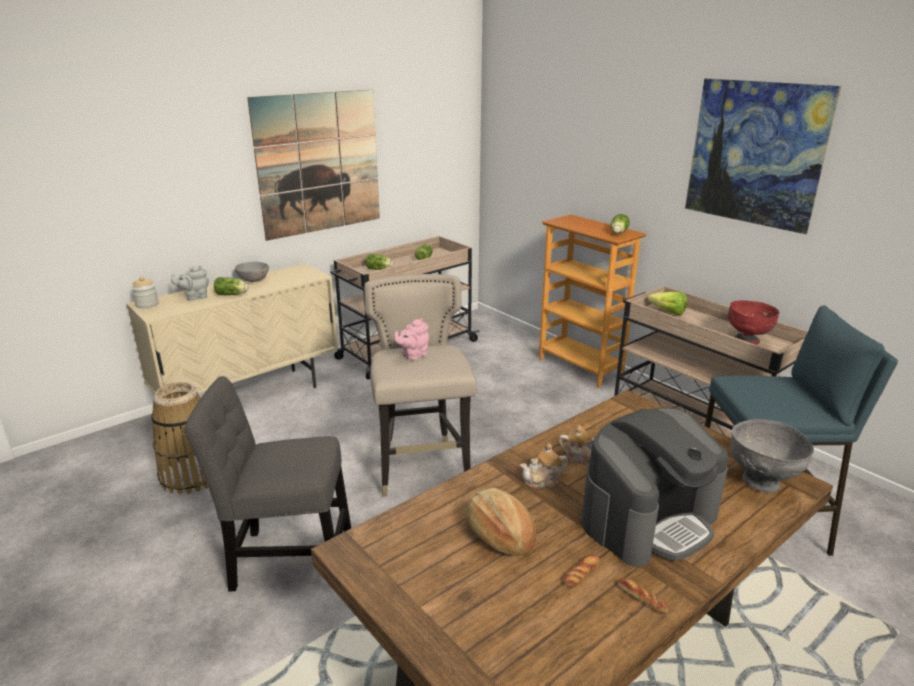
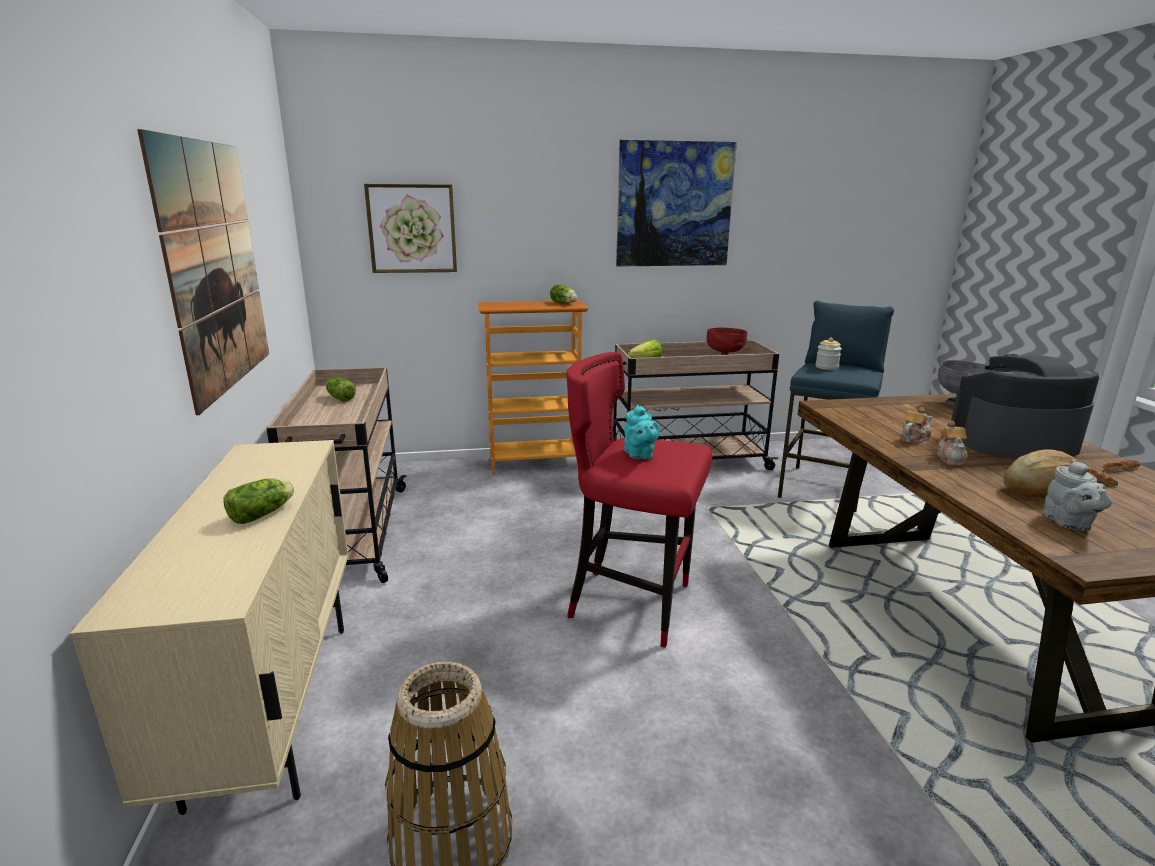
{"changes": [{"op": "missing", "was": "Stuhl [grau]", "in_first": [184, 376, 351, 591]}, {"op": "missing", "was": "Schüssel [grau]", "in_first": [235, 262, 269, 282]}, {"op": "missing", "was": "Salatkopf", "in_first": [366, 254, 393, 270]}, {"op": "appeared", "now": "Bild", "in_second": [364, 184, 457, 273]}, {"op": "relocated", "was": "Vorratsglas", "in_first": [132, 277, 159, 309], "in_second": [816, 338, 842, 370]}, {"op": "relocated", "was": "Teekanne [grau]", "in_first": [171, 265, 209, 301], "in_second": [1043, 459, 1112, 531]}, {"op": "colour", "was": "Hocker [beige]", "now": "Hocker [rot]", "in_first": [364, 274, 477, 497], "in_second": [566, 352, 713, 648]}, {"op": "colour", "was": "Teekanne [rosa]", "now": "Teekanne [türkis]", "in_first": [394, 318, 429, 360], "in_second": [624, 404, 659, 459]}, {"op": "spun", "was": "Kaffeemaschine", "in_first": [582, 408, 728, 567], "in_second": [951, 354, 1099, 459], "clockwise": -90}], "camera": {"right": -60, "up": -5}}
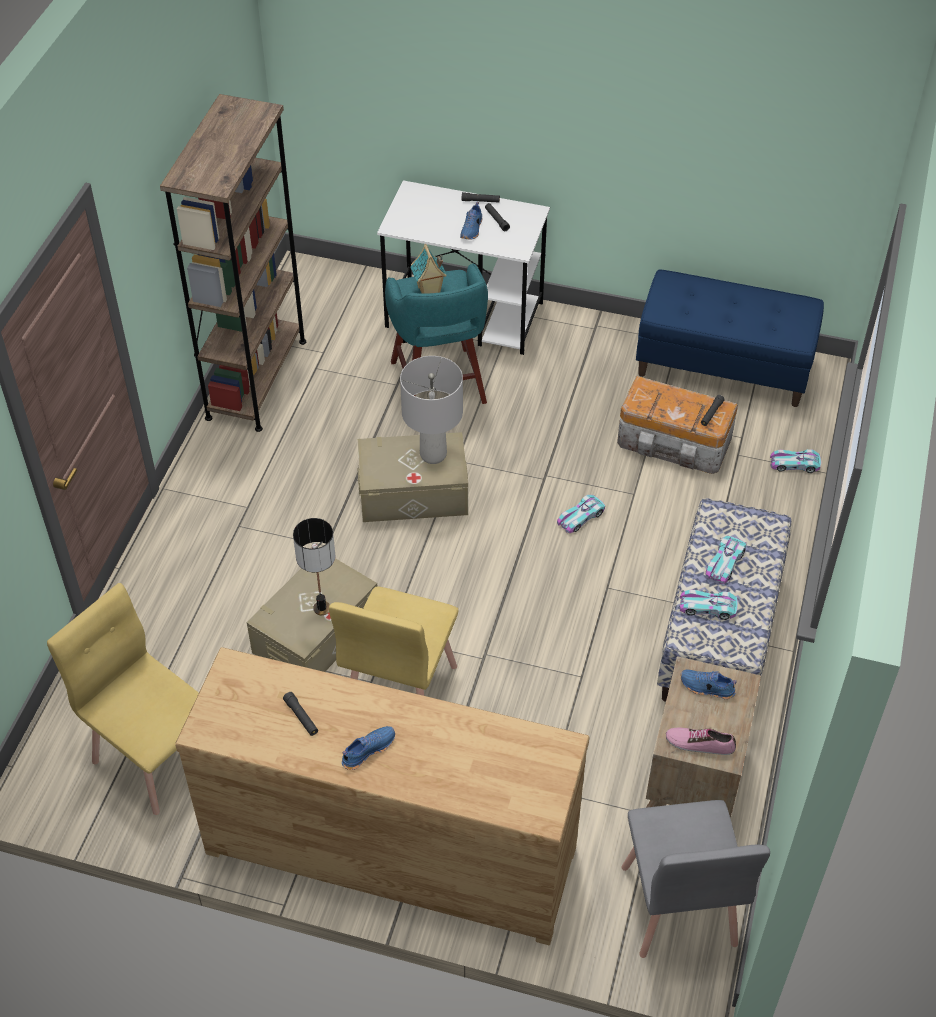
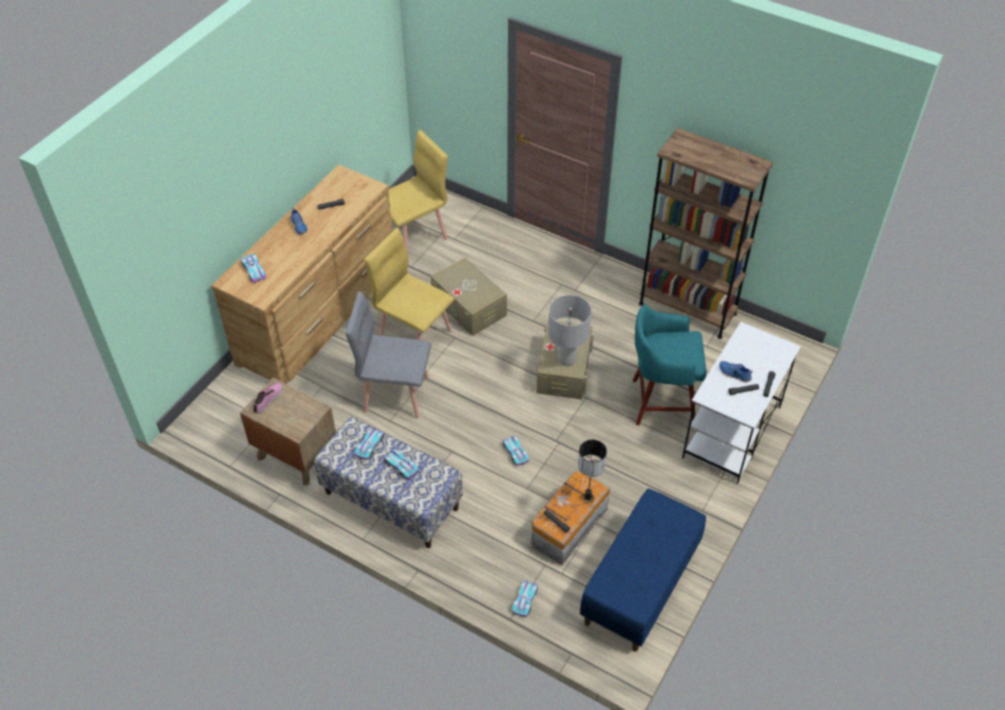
{"changes": [{"op": "missing", "was": "Spielzeughaus", "in_first": [410, 244, 447, 294]}, {"op": "missing", "was": "Schuh [blau]", "in_first": [681, 669, 737, 699]}, {"op": "appeared", "now": "Spielzeugauto", "in_second": [241, 254, 266, 283]}, {"op": "relocated", "was": "Tischlampe", "in_first": [293, 518, 335, 615], "in_second": [578, 440, 607, 503]}, {"op": "relocated", "was": "Stuhl [grau]", "in_first": [621, 800, 770, 958], "in_second": [346, 291, 431, 419]}], "camera": {"right": 105, "up": 0}}
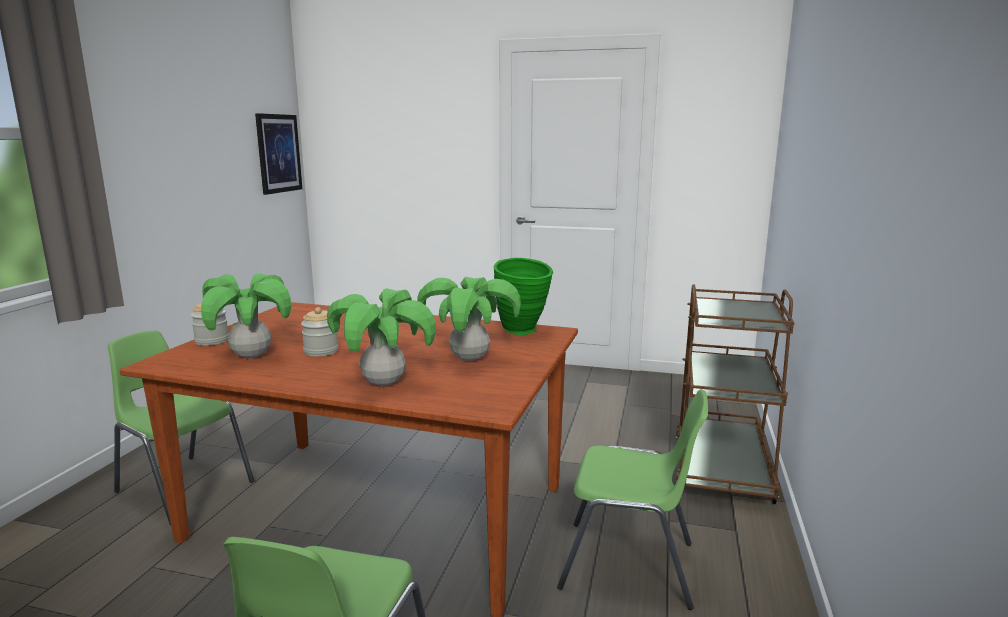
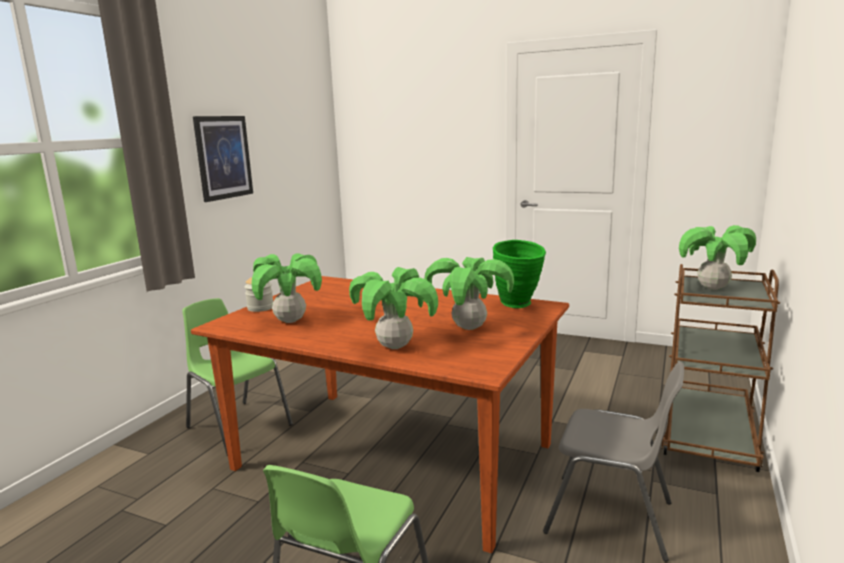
{"changes": [{"op": "missing", "was": "Vorratsglas", "in_first": [301, 307, 338, 357]}, {"op": "appeared", "now": "Topfpflanze", "in_second": [679, 225, 756, 290]}, {"op": "relocated", "was": "Bild", "in_first": [255, 113, 302, 195], "in_second": [193, 116, 253, 202]}, {"op": "colour", "was": "Stuhl [grün]", "now": "Stuhl [grau]", "in_first": [557, 389, 708, 610], "in_second": [543, 361, 684, 562]}], "camera": {"right": 10, "up": 0}}
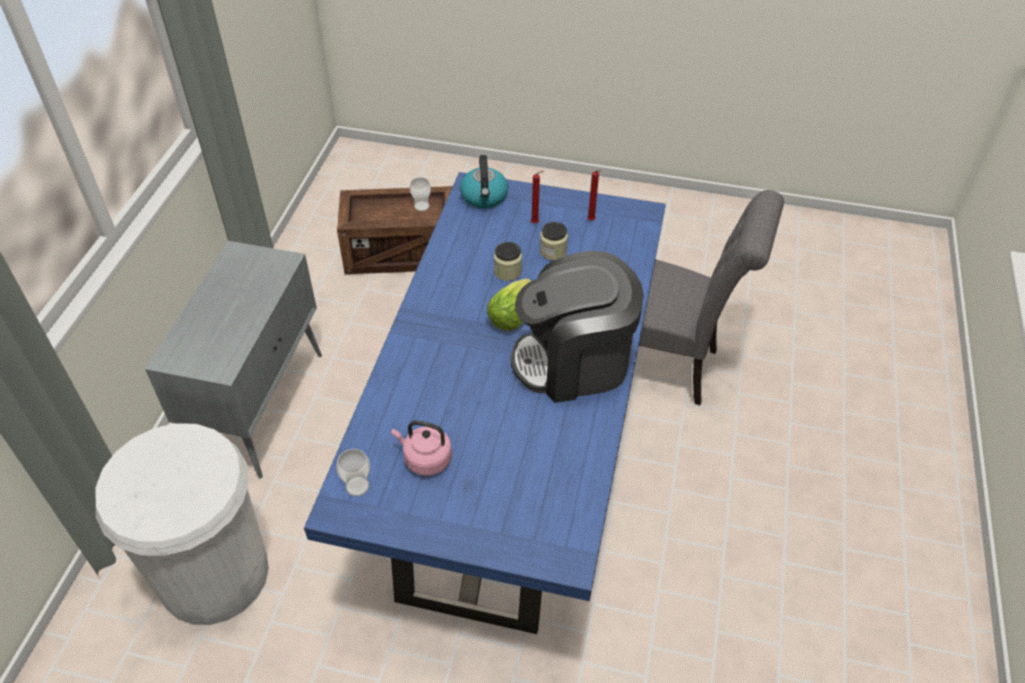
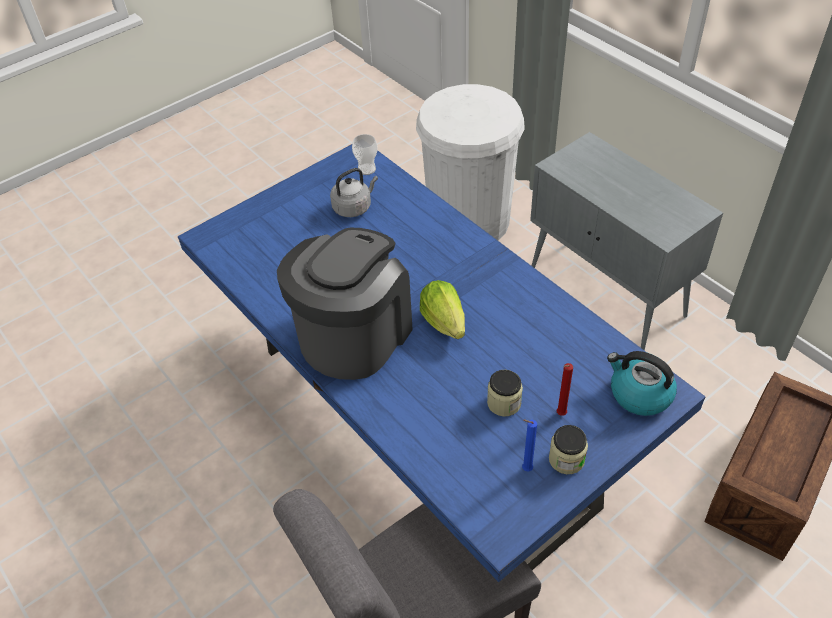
{"changes": [{"op": "missing", "was": "Tasse", "in_first": [410, 177, 431, 211]}, {"op": "relocated", "was": "Vorratsglas", "in_first": [494, 242, 522, 281], "in_second": [549, 425, 588, 474]}, {"op": "colour", "was": "Wasserkessel [rosa]", "now": "Wasserkessel [grau]", "in_first": [392, 421, 452, 476], "in_second": [330, 168, 378, 217]}, {"op": "colour", "was": "Kerze [rot]", "now": "Kerze [blau]", "in_first": [587, 170, 602, 220], "in_second": [522, 420, 537, 471]}], "camera": {"right": 130, "up": 0}}
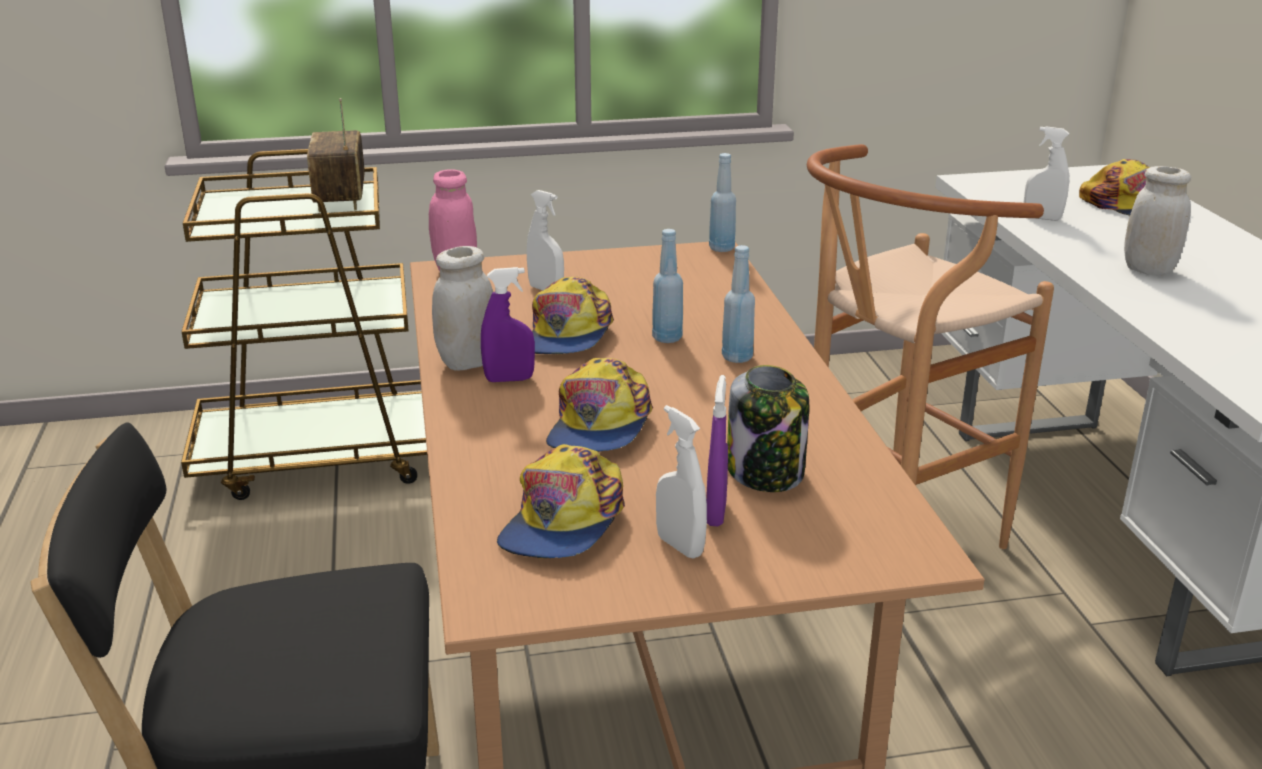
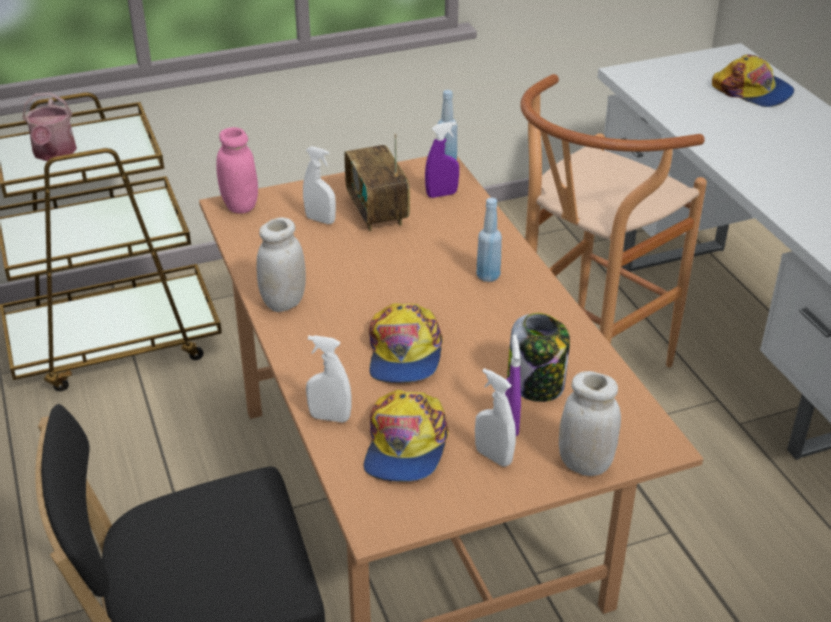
{"changes": [{"op": "missing", "was": "Kappe", "in_first": [532, 277, 614, 354]}, {"op": "missing", "was": "Flasche [blau]", "in_first": [652, 229, 683, 343]}, {"op": "appeared", "now": "Gießkanne", "in_second": [23, 92, 77, 161]}, {"op": "relocated", "was": "Radio", "in_first": [307, 98, 365, 212], "in_second": [344, 134, 410, 231]}, {"op": "relocated", "was": "Sprühflasche [lila]", "in_first": [481, 267, 535, 382], "in_second": [425, 122, 459, 198]}, {"op": "relocated", "was": "Sprühflasche [weiß]", "in_first": [1024, 126, 1069, 221], "in_second": [306, 335, 351, 422]}, {"op": "relocated", "was": "Vorratsglas [weiß]", "in_first": [1124, 166, 1191, 276], "in_second": [559, 371, 621, 476]}], "camera": {"right": -10, "up": 10}}
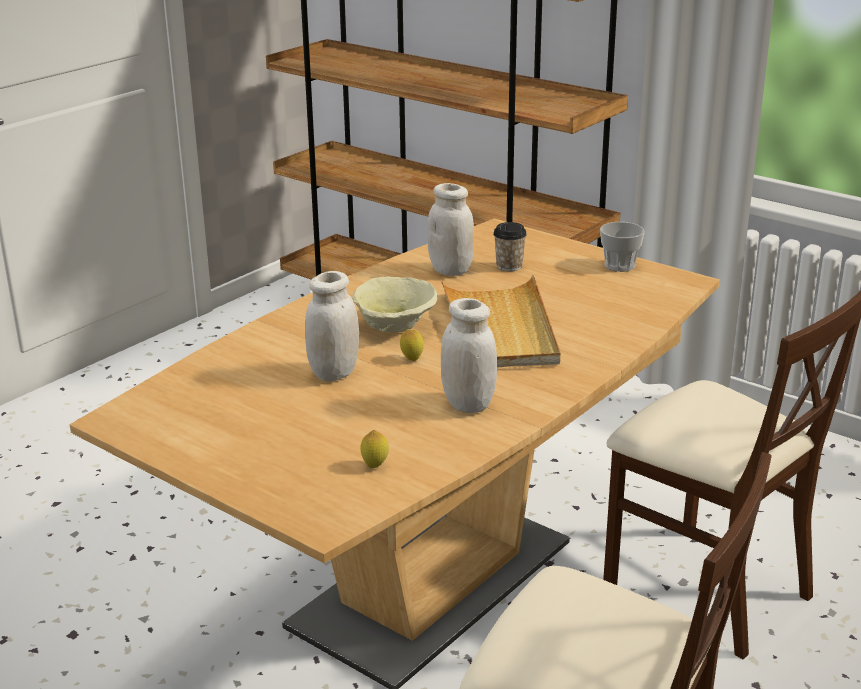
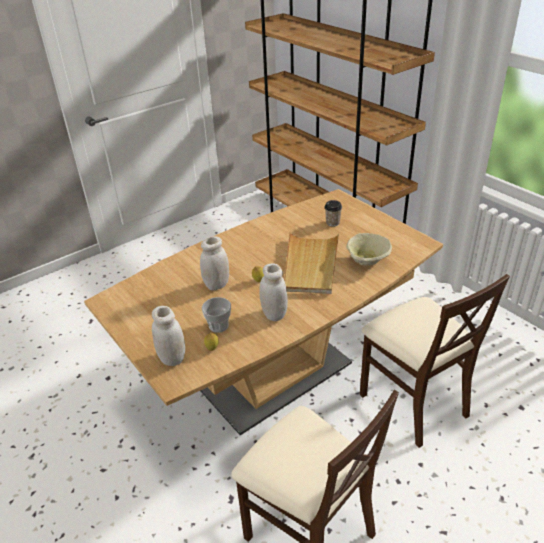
{"changes": [{"op": "relocated", "was": "Schüssel [beige]", "in_first": [352, 277, 438, 332], "in_second": [346, 233, 392, 266]}, {"op": "relocated", "was": "Vorratsglas [weiß]", "in_first": [427, 183, 474, 276], "in_second": [152, 306, 185, 366]}, {"op": "relocated", "was": "Tasse", "in_first": [600, 222, 645, 272], "in_second": [202, 297, 231, 333]}], "camera": {"right": 15, "up": 10}}
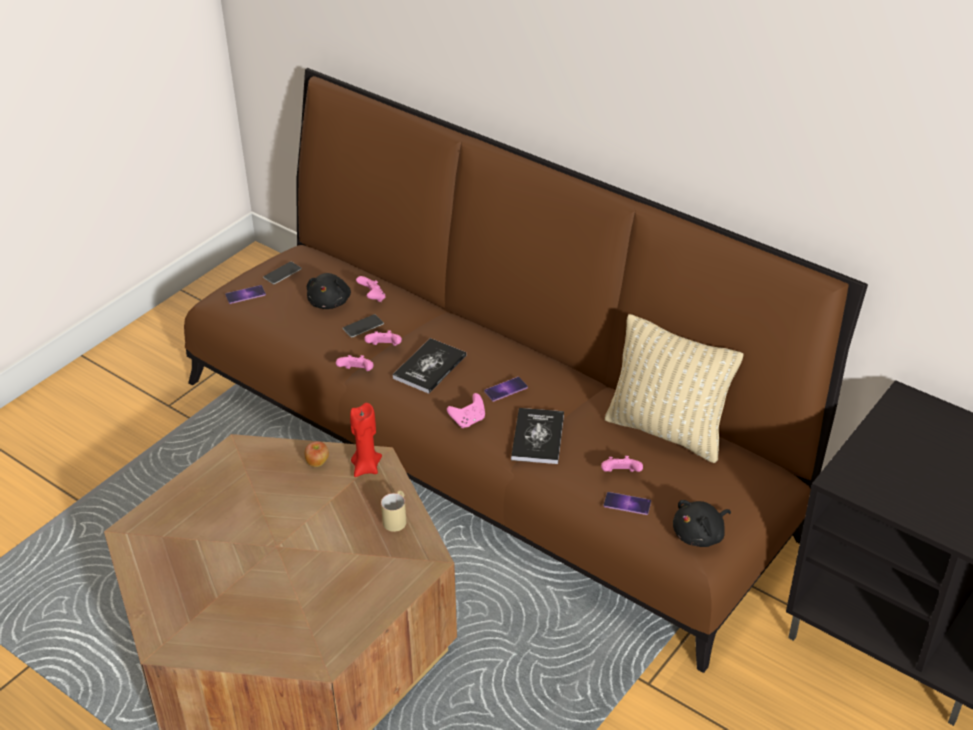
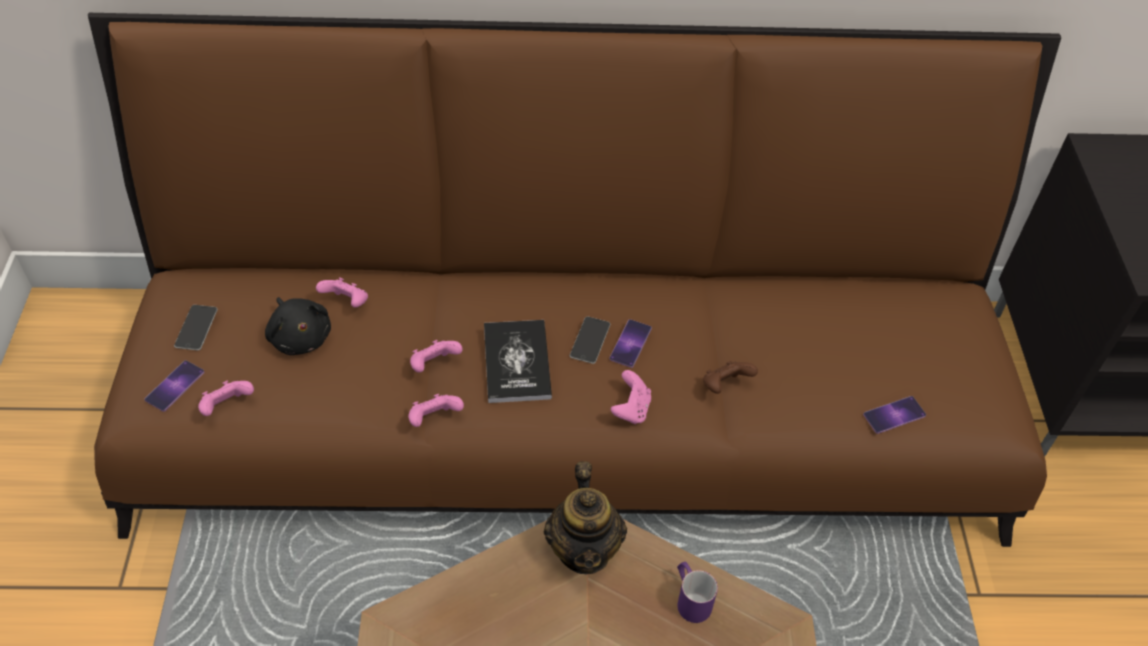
{"changes": [{"op": "missing", "was": "Apfel", "in_first": [305, 441, 329, 467]}, {"op": "missing", "was": "Kissen [beige]", "in_first": [605, 314, 743, 463]}, {"op": "missing", "was": "Plüschtier [schwarz]", "in_first": [673, 500, 731, 547]}, {"op": "relocated", "was": "Handy", "in_first": [343, 314, 384, 337], "in_second": [570, 316, 610, 364]}, {"op": "relocated", "was": "Gamepad [rosa]", "in_first": [601, 456, 643, 472], "in_second": [198, 381, 254, 416]}, {"op": "exchanged", "was": "Kerze [rot]", "now": "Teekanne", "in_first": [350, 403, 382, 477], "in_second": [544, 461, 627, 575]}, {"op": "exchanged", "was": "Buch", "now": "Gamepad [braun]", "in_first": [511, 408, 564, 464], "in_second": [703, 361, 758, 394]}, {"op": "colour", "was": "Henkelbecher [beige]", "now": "Henkelbecher [lila]", "in_first": [381, 490, 406, 532], "in_second": [677, 562, 718, 623]}], "camera": {"right": -40, "up": 10}}
